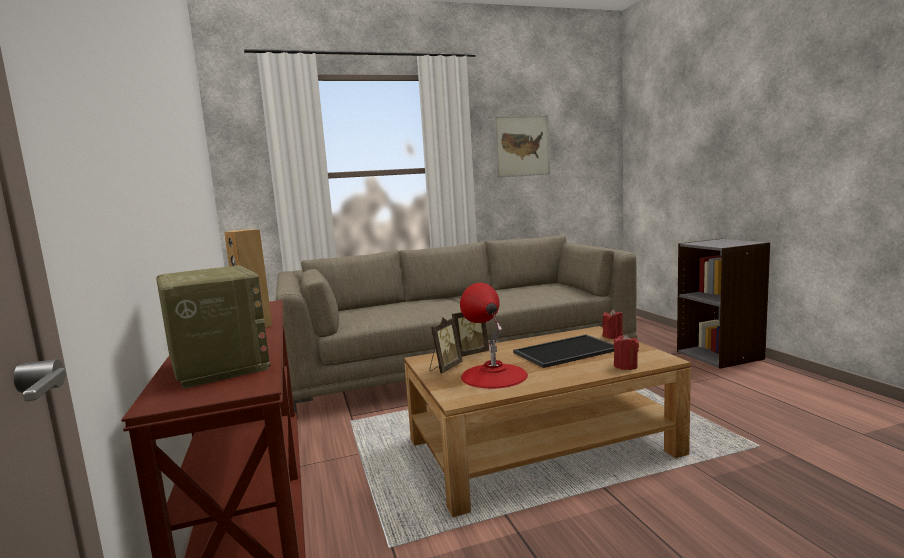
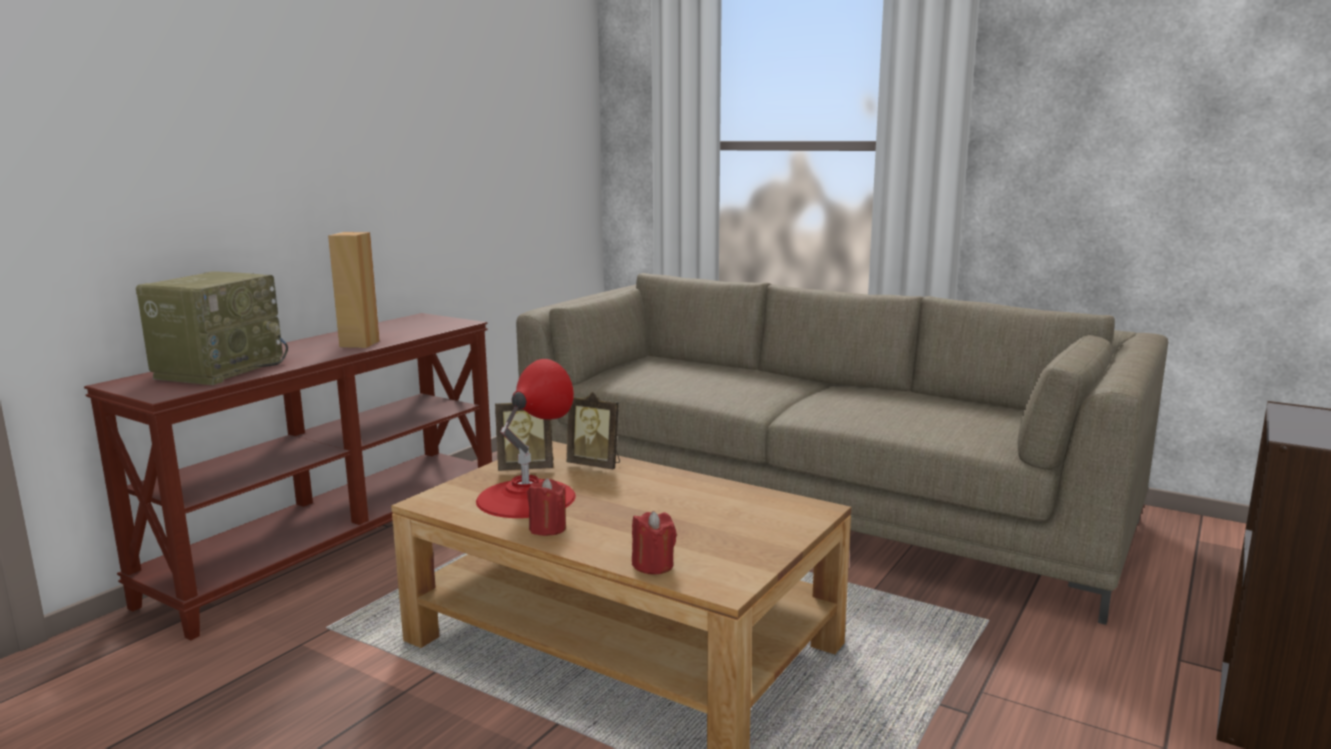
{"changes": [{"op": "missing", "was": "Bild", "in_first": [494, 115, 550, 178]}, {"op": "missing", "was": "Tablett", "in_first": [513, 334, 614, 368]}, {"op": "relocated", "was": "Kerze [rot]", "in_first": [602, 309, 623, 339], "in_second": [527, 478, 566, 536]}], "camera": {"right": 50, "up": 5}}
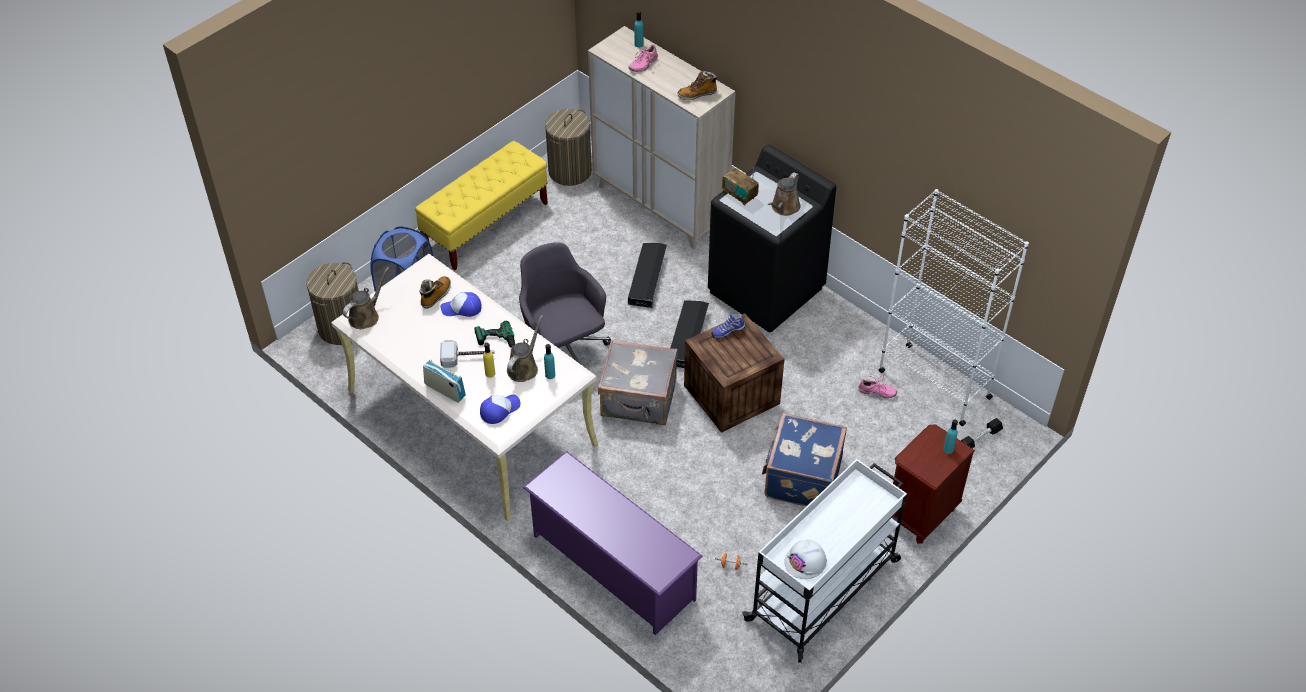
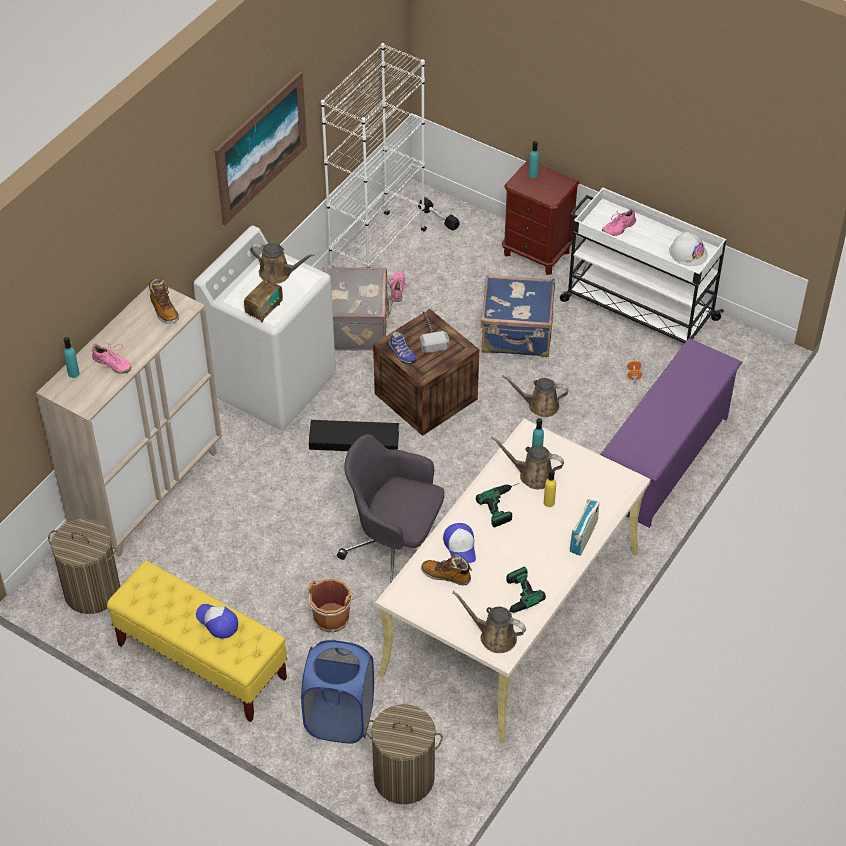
{"changes": [{"op": "missing", "was": "Aufbewahrungsbox [schwarz]", "in_first": [628, 243, 667, 308]}, {"op": "appeared", "now": "Bild", "in_second": [214, 72, 307, 226]}, {"op": "appeared", "now": "Eimer [braun]", "in_second": [309, 579, 355, 632]}, {"op": "appeared", "now": "Gießkanne [braun]", "in_second": [502, 376, 568, 417]}, {"op": "appeared", "now": "Bohrmaschine", "in_second": [506, 567, 546, 613]}, {"op": "appeared", "now": "Schuh [rosa]", "in_second": [602, 208, 637, 236]}, {"op": "relocated", "was": "Hammer", "in_first": [440, 340, 495, 368], "in_second": [420, 309, 449, 353]}, {"op": "relocated", "was": "Kappe", "in_first": [480, 395, 521, 424], "in_second": [196, 604, 238, 638]}, {"op": "relocated", "was": "Koffer [grau]", "in_first": [598, 340, 678, 425], "in_second": [322, 267, 393, 350]}, {"op": "colour", "was": "Waschmaschine [schwarz]", "now": "Waschmaschine [weiß]", "in_first": [708, 145, 836, 332], "in_second": [193, 226, 336, 431]}, {"op": "spun", "was": "Bürostuhl [grau]", "in_first": [519, 242, 611, 364], "in_second": [337, 434, 444, 582], "clockwise": 60}], "camera": {"right": -100, "up": 0}}
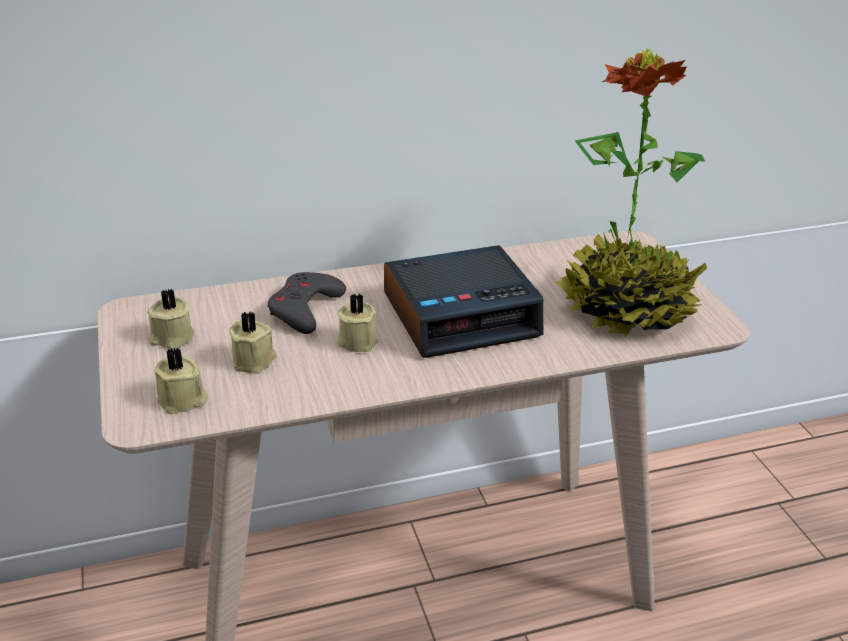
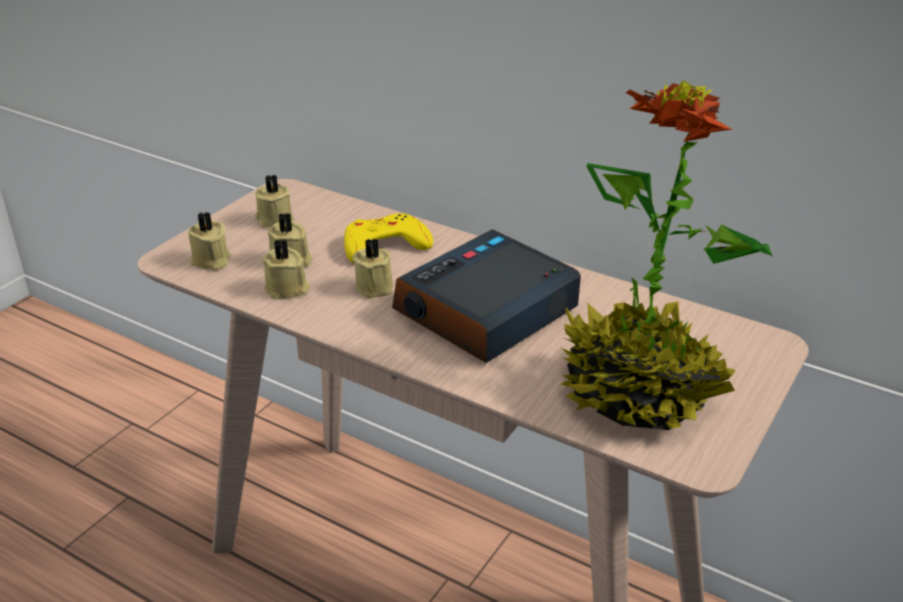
{"changes": [{"op": "appeared", "now": "Kerze [beige]", "in_second": [263, 239, 310, 300]}, {"op": "colour", "was": "Gamepad [grau]", "now": "Gamepad [gelb]", "in_first": [268, 272, 346, 334], "in_second": [344, 213, 433, 263]}, {"op": "spun", "was": "Wecker", "in_first": [384, 245, 544, 358], "in_second": [392, 229, 581, 363], "clockwise": 105}], "camera": {"right": 50, "up": 0}}
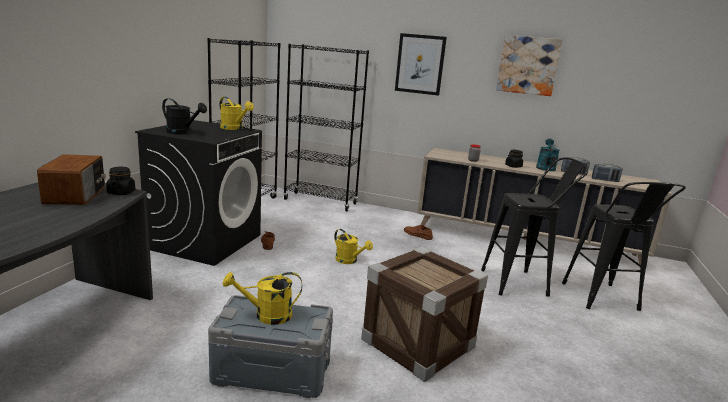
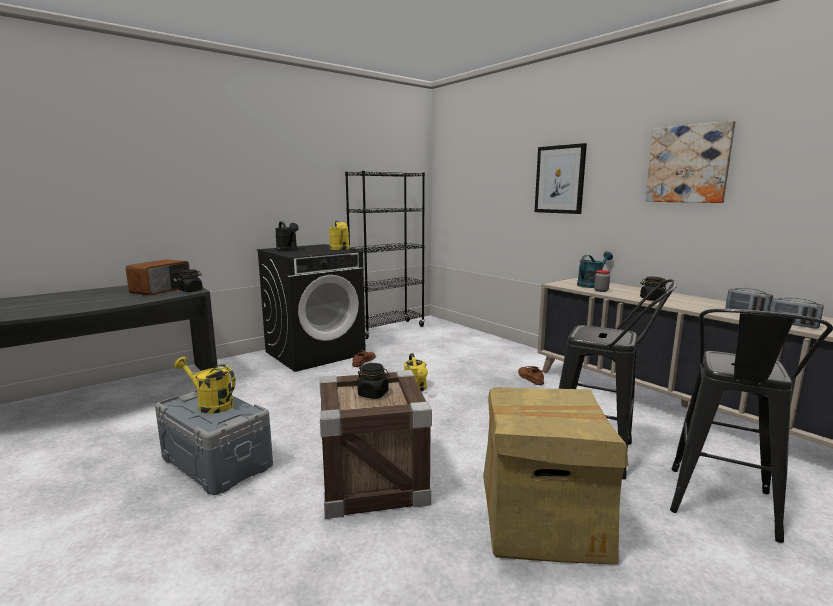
{"changes": [{"op": "missing", "was": "Bücherregal [schwarz]", "in_first": [283, 44, 369, 211]}, {"op": "appeared", "now": "Vorratsglas [schwarz]", "in_second": [357, 363, 389, 399]}, {"op": "appeared", "now": "Karton", "in_second": [483, 387, 629, 565]}, {"op": "relocated", "was": "Gießkanne [türkis]", "in_first": [536, 139, 560, 171], "in_second": [577, 251, 613, 288]}], "camera": {"right": 35, "up": -5}}
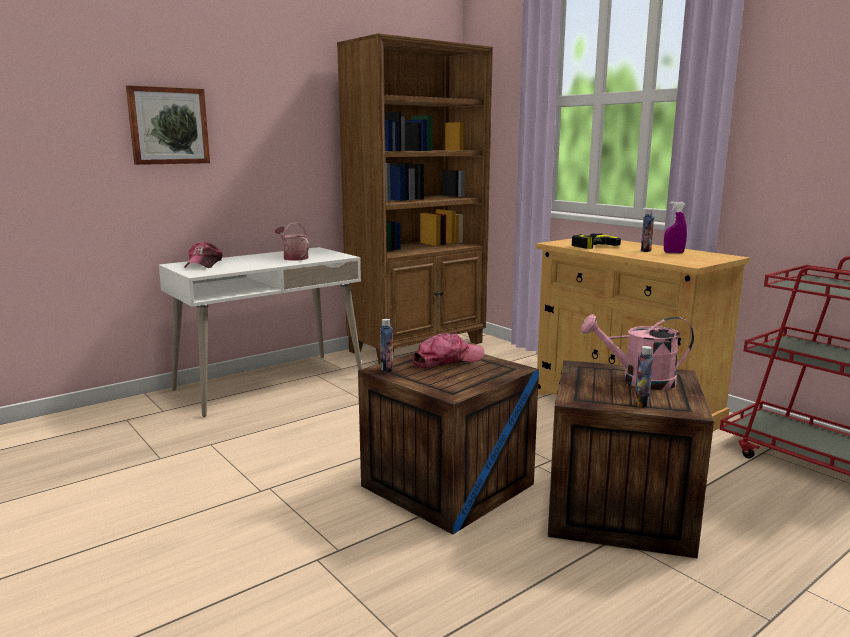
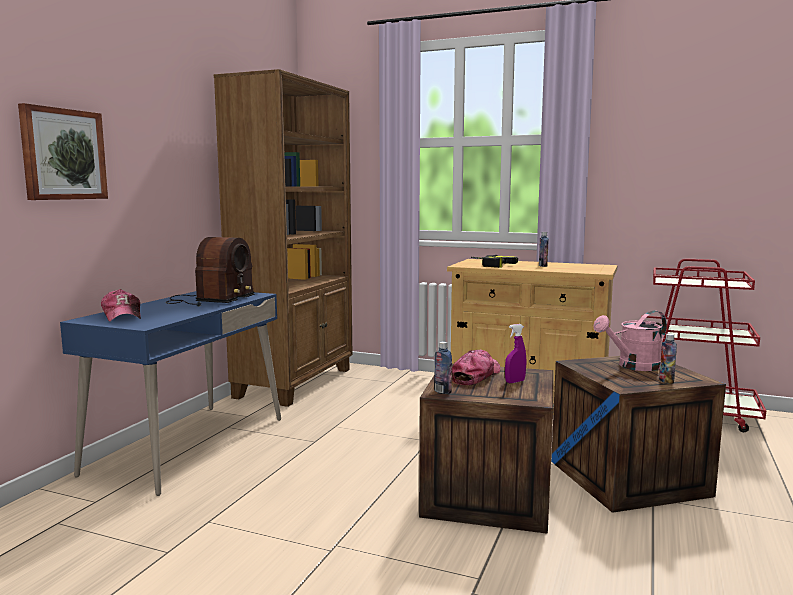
{"changes": [{"op": "relocated", "was": "Sprühflasche [lila]", "in_first": [664, 201, 687, 253], "in_second": [505, 324, 526, 383]}, {"op": "exchanged", "was": "Gießkanne", "now": "Radio", "in_first": [275, 222, 309, 261], "in_second": [166, 237, 254, 306]}, {"op": "colour", "was": "Schreibtisch [weiß]", "now": "Schreibtisch [blau]", "in_first": [159, 247, 362, 417], "in_second": [60, 291, 281, 496]}], "camera": {"right": -30, "up": -5}}
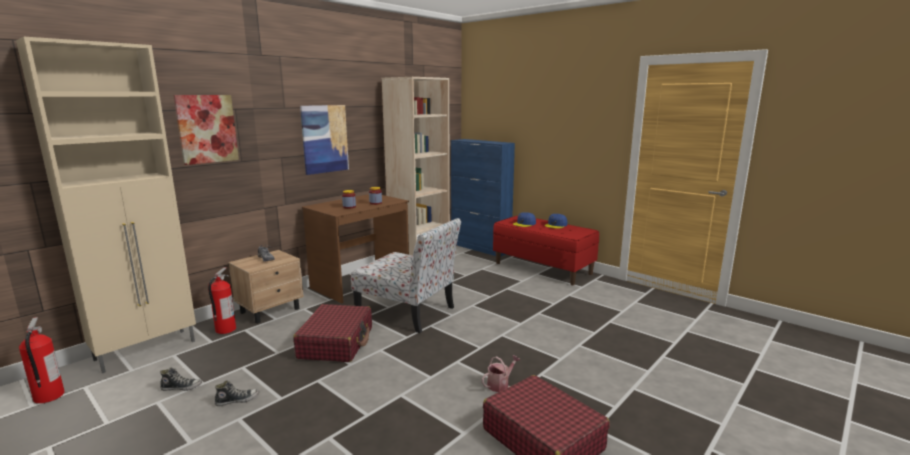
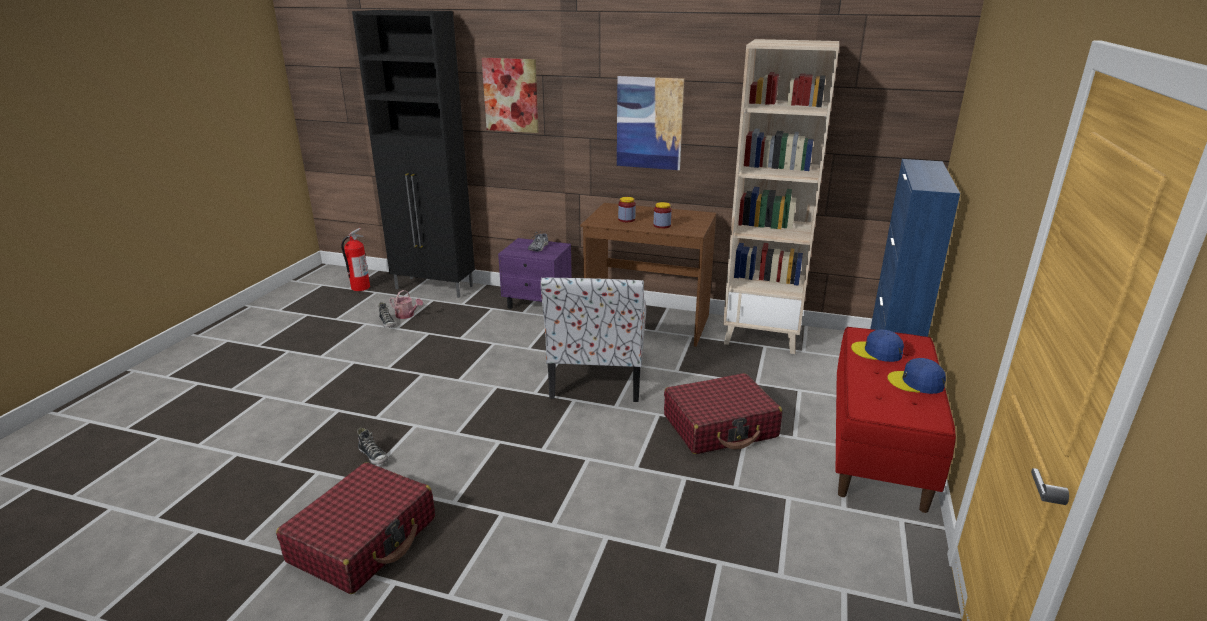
{"changes": [{"op": "missing", "was": "Feuerlöscher", "in_first": [208, 267, 236, 334]}, {"op": "relocated", "was": "Schuh", "in_first": [215, 381, 259, 406], "in_second": [357, 428, 388, 465]}, {"op": "relocated", "was": "Koffer [rot]", "in_first": [293, 304, 372, 362], "in_second": [664, 373, 782, 454]}, {"op": "relocated", "was": "Gießkanne", "in_first": [482, 355, 520, 392], "in_second": [389, 290, 423, 319]}, {"op": "colour", "was": "Schrank [beige]", "now": "Schrank [schwarz]", "in_first": [16, 37, 196, 373], "in_second": [352, 10, 475, 298]}, {"op": "colour", "was": "Nachttisch [beige]", "now": "Nachttisch [lila]", "in_first": [228, 250, 304, 324], "in_second": [498, 238, 572, 309]}], "camera": {"right": 65, "up": 10}}
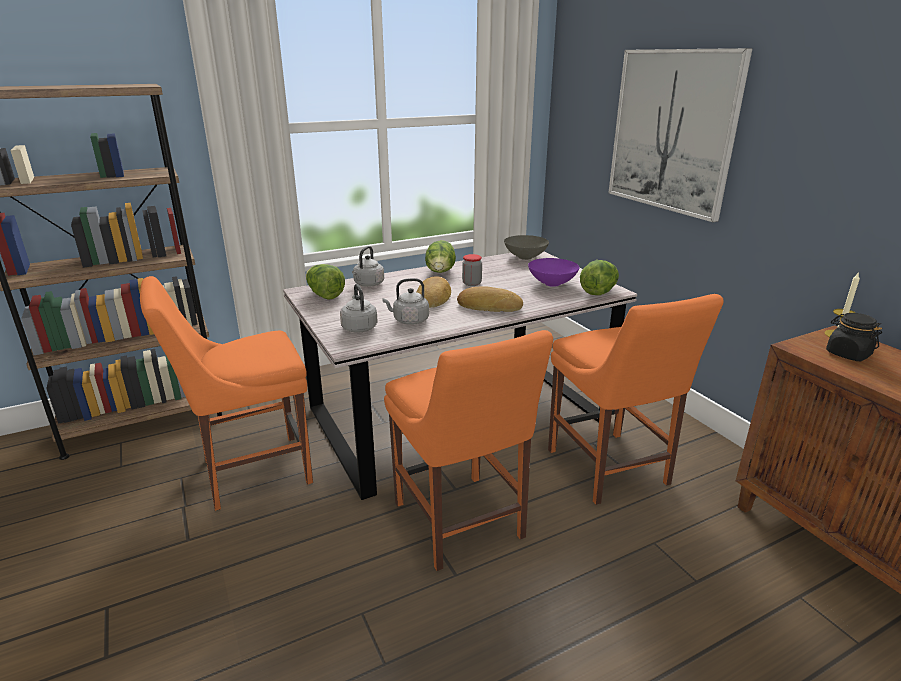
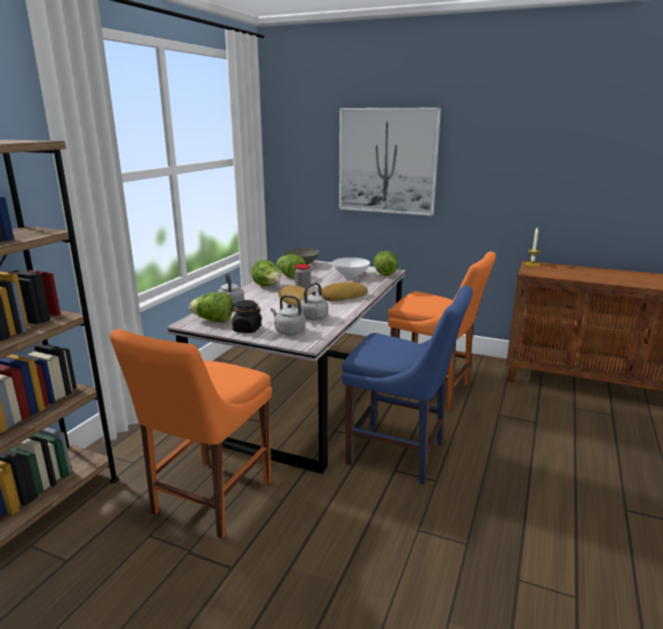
{"changes": [{"op": "appeared", "now": "Salatkopf", "in_second": [277, 254, 305, 279]}, {"op": "relocated", "was": "Vorratsglas [schwarz]", "in_first": [826, 313, 882, 361], "in_second": [230, 300, 262, 333]}, {"op": "colour", "was": "Stuhl [orange]", "now": "Stuhl [blau]", "in_first": [384, 330, 553, 571], "in_second": [342, 285, 473, 485]}, {"op": "colour", "was": "Schüssel [lila]", "now": "Schüssel [weiß]", "in_first": [528, 258, 580, 287], "in_second": [332, 257, 370, 278]}], "camera": {"right": -40, "up": -5}}
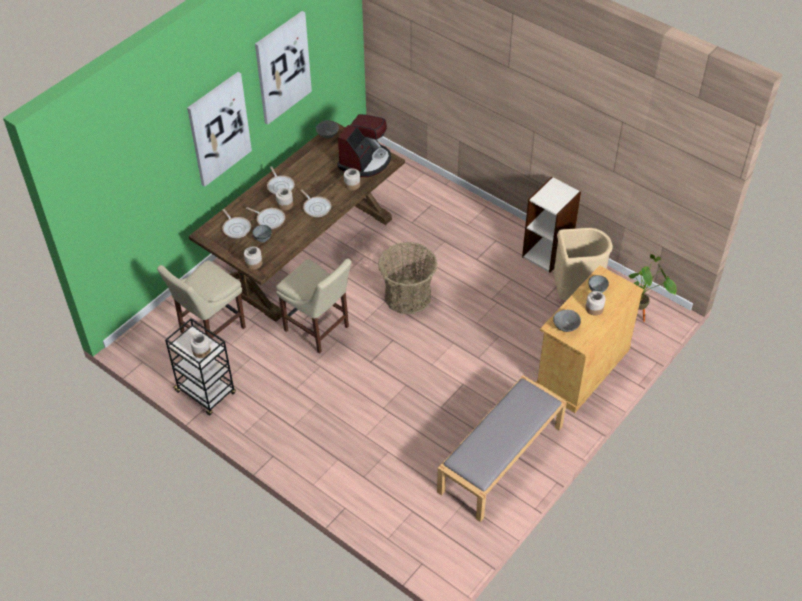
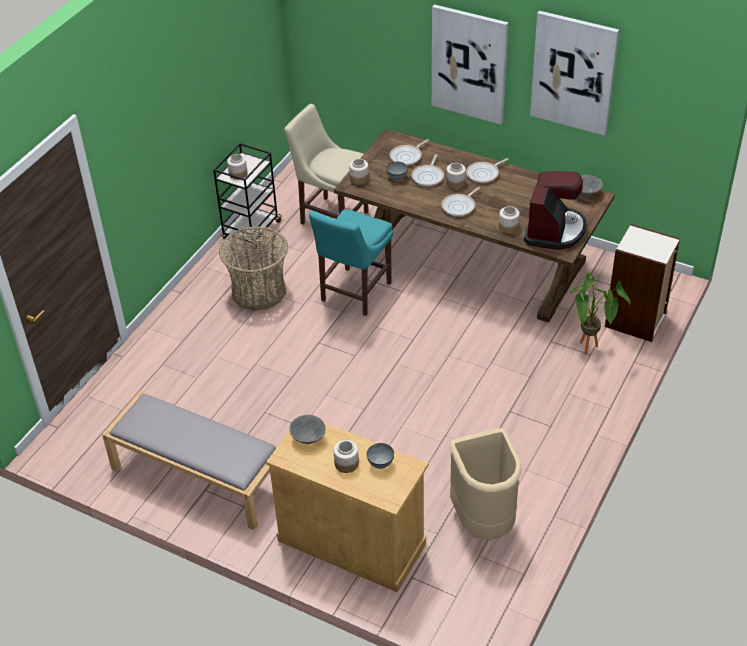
{"changes": [{"op": "relocated", "was": "Korb", "in_first": [378, 242, 438, 314], "in_second": [219, 227, 288, 311]}, {"op": "relocated", "was": "Bücherregal", "in_first": [522, 177, 581, 273], "in_second": [605, 224, 680, 342]}, {"op": "relocated", "was": "Topfpflanze", "in_first": [629, 254, 677, 322], "in_second": [570, 273, 630, 355]}, {"op": "colour", "was": "Stuhl [beige]", "now": "Stuhl [türkis]", "in_first": [276, 259, 351, 354], "in_second": [309, 209, 393, 316]}, {"op": "spun", "was": "Kaffeemaschine", "in_first": [337, 114, 391, 177], "in_second": [524, 171, 586, 250], "clockwise": -90}], "camera": {"right": 80, "up": -5}}
